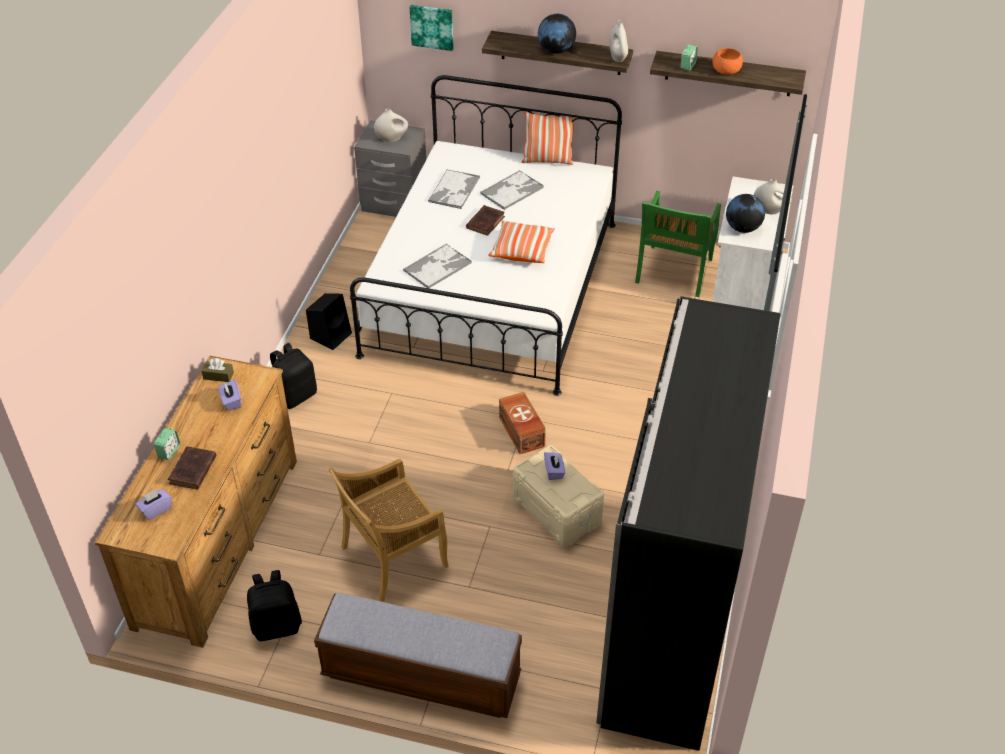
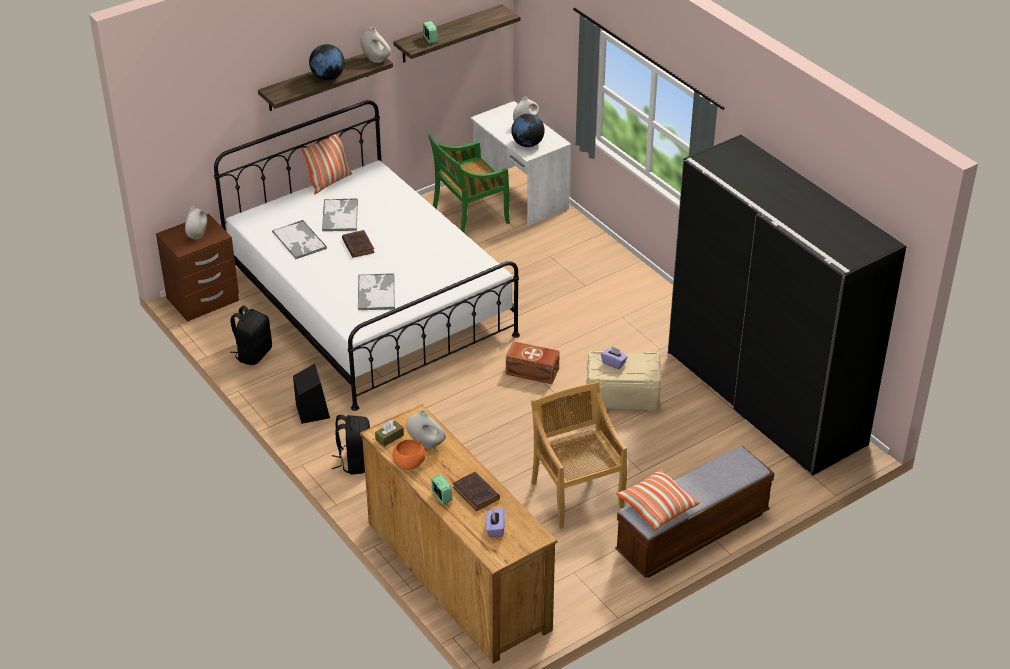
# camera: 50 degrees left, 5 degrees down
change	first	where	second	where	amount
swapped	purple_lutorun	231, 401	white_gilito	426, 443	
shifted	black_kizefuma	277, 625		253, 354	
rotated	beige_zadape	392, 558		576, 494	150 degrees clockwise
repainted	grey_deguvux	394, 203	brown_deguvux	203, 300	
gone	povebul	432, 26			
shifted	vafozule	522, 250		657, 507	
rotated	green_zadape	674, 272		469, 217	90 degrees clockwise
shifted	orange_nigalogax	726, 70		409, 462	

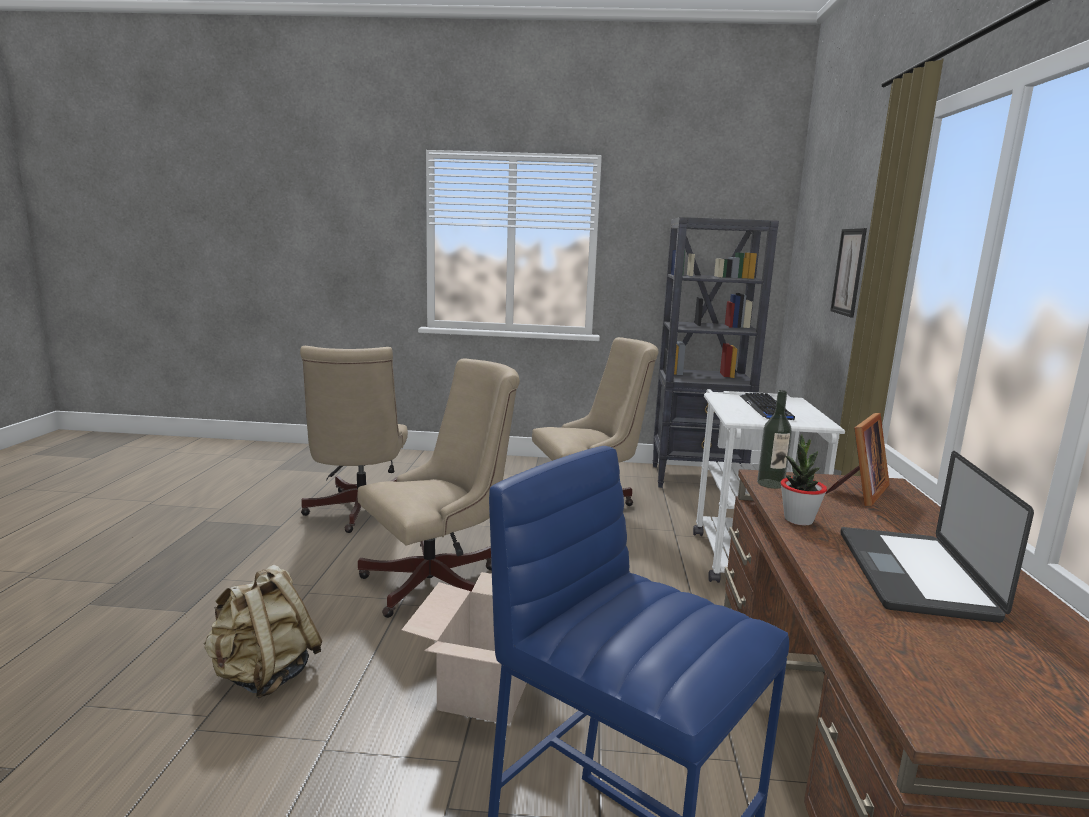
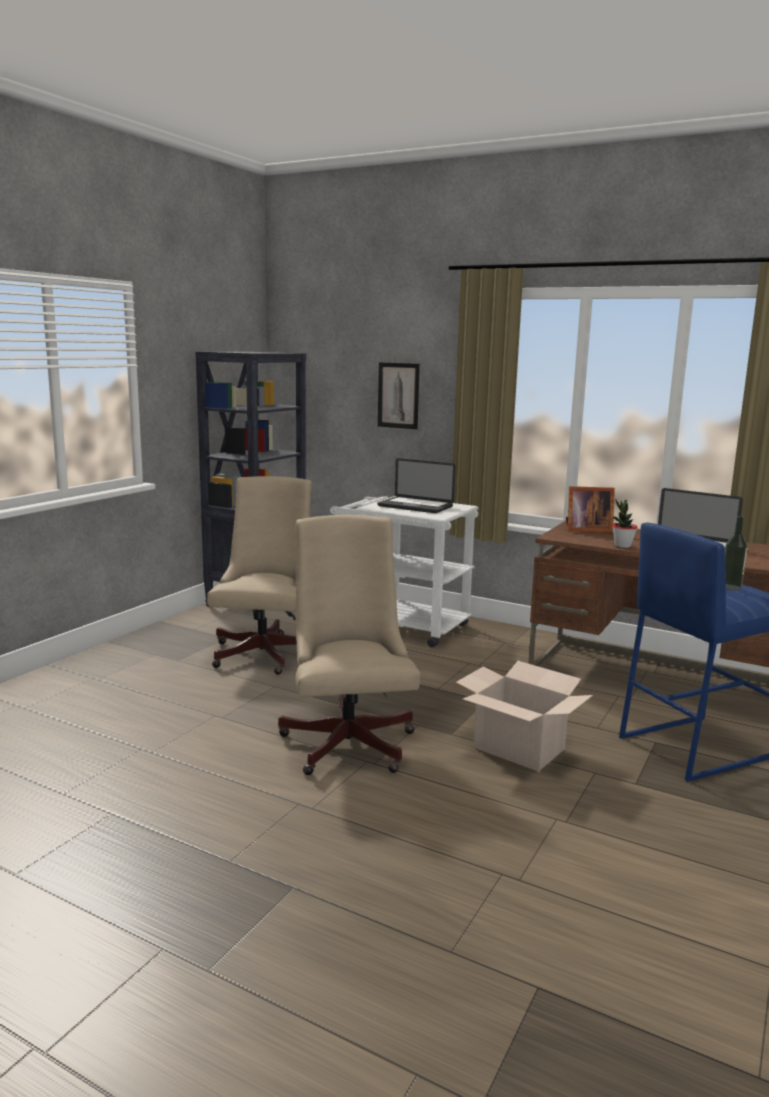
# camera: 65 degrees left, 0 degrees up
change	first	where	second	where	amount
gone	beige_kizefuma	264, 675			
gone	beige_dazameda	359, 513			
swapped	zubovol	766, 408	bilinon	415, 506	
shifted	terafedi	770, 484		730, 587	
rotated	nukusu	858, 492		586, 530	120 degrees clockwise

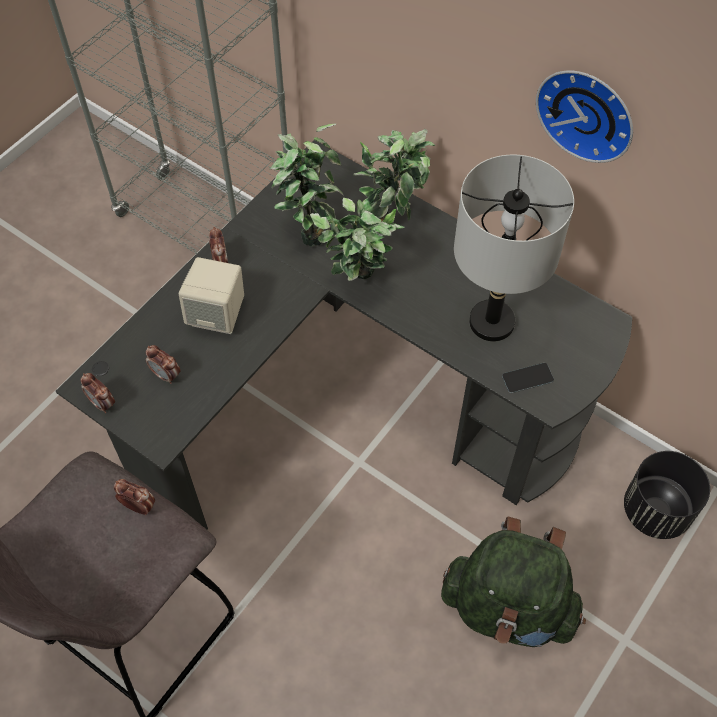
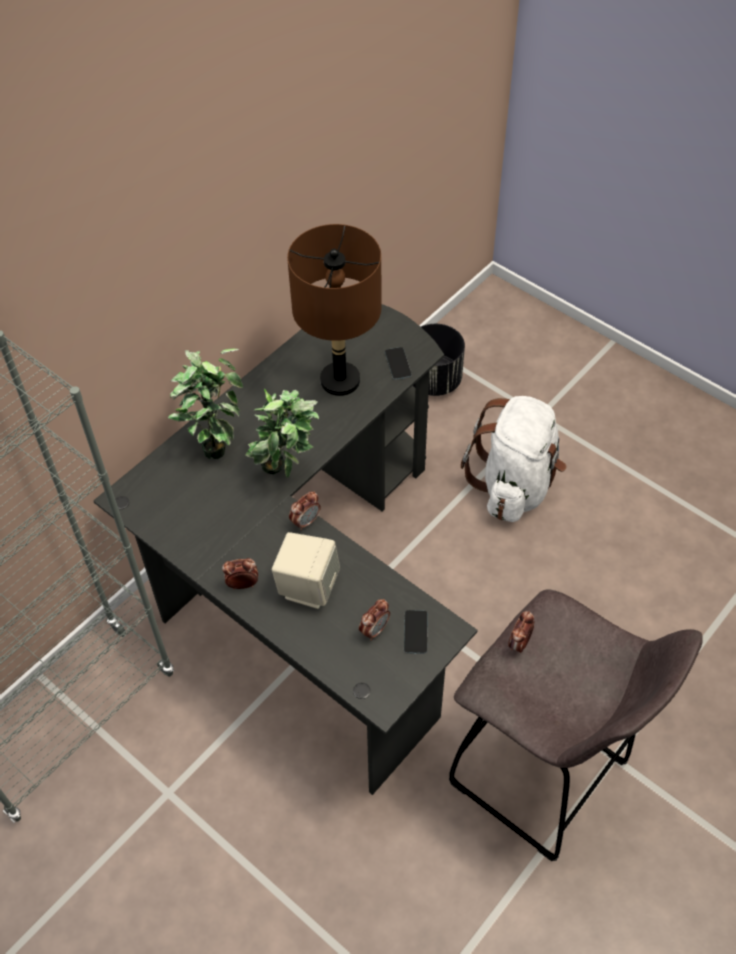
# camera: 85 degrees left, 5 degrees down
change	first	where	second	where	amount
shifted	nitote	102, 403		306, 521	
gone	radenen	308, 229			
repainted	green_kizefuma	508, 607	white_kizefuma	514, 485	
repainted	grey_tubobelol	491, 323	brown_tubobelol	340, 381	
gone	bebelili	588, 112			
new			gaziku	415, 632	

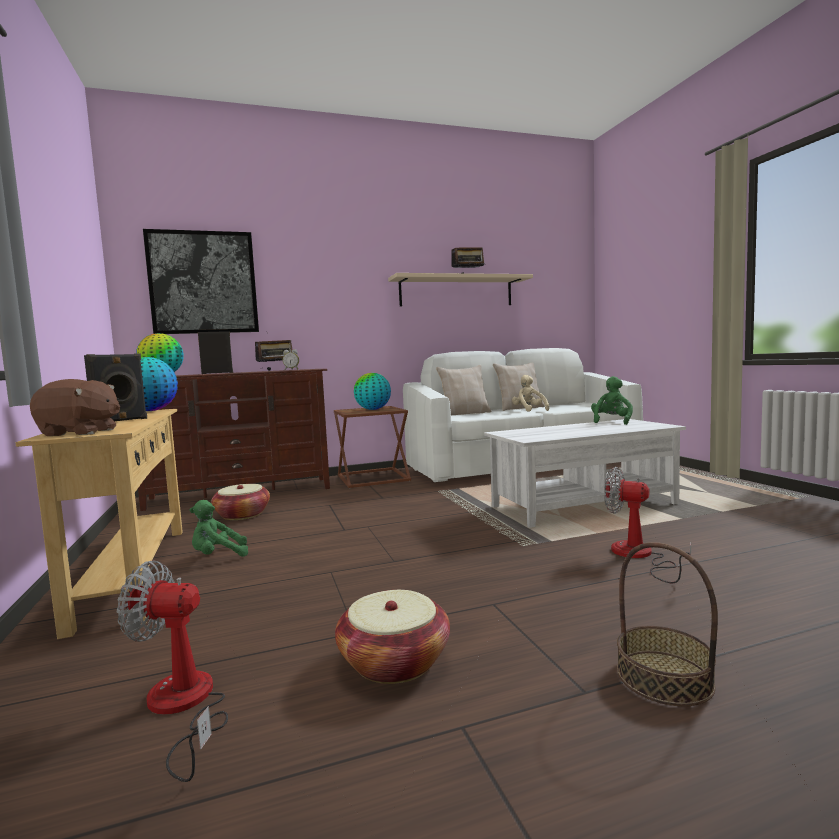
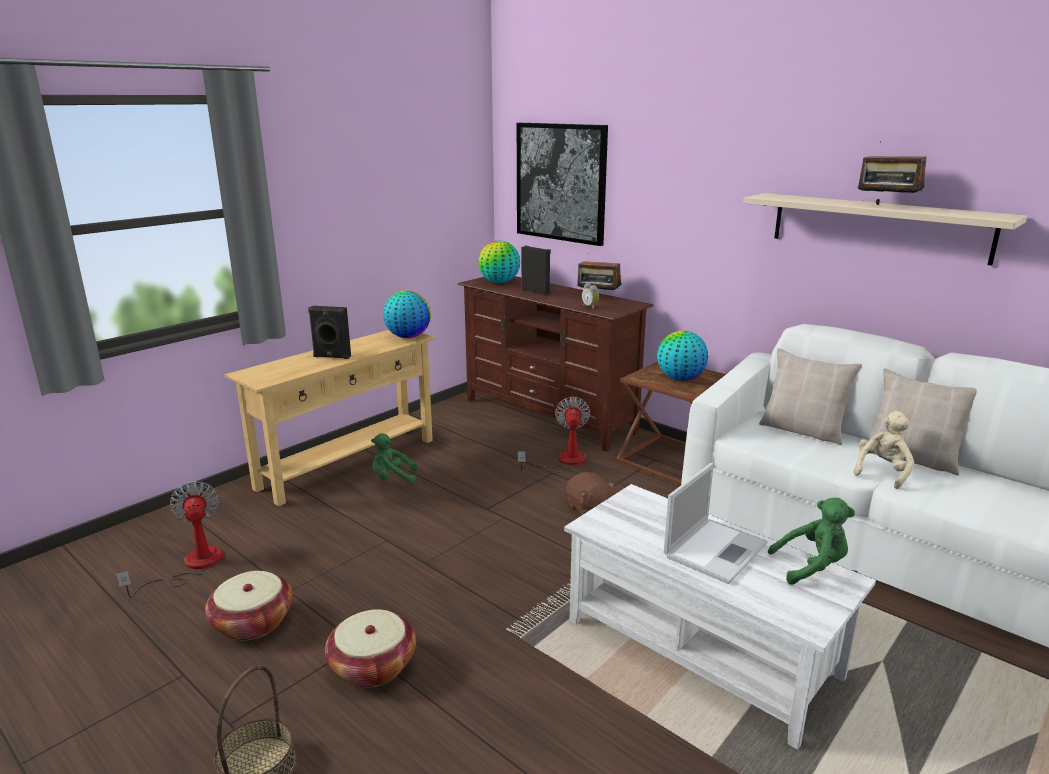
# camera: 60 degrees right, 15 degrees up
change	first	where	second	where	amount
shifted	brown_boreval	80, 433		588, 508	
rotated	green_boreval	218, 556		392, 478	45 degrees counterclockwise
shifted	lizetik	242, 515		373, 666	
shifted	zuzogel	639, 556		563, 461	
new			bilinon	716, 549	

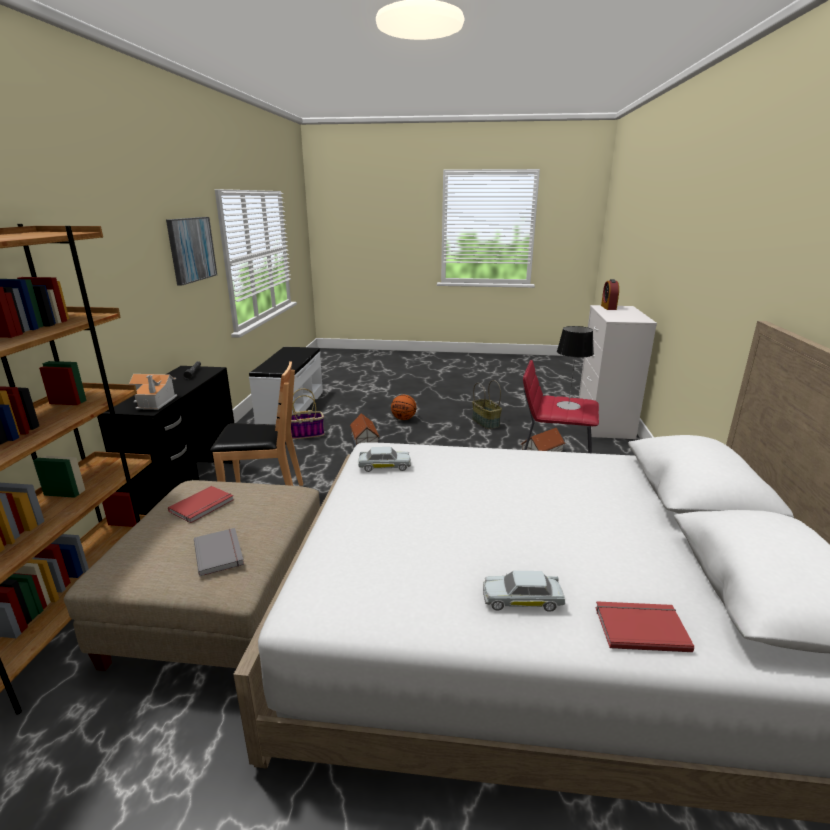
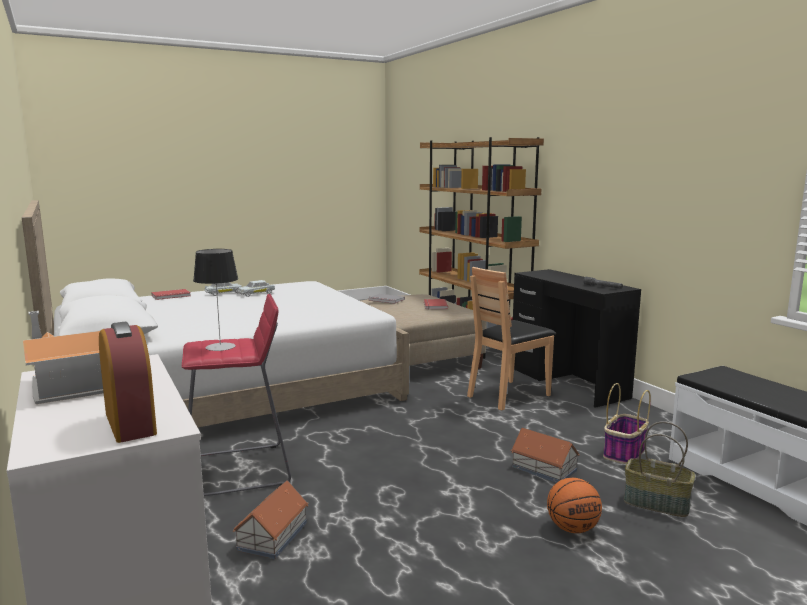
# camera: 145 degrees right, 10 degrees down
change	first	where	second	where	amount
shifted	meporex	155, 401		68, 386	
gone	povebul	191, 249			
shifted	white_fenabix	384, 466		256, 293	
shifted	lizetik	486, 422		655, 504	

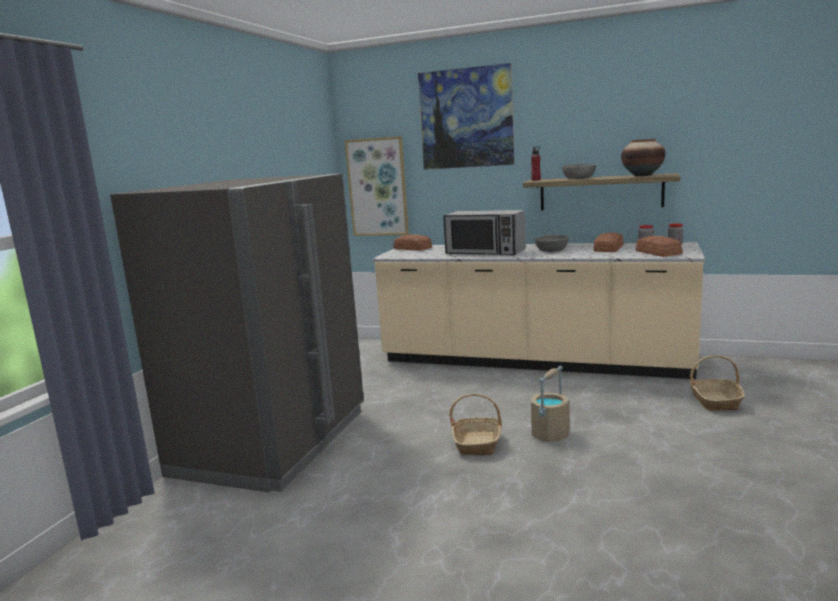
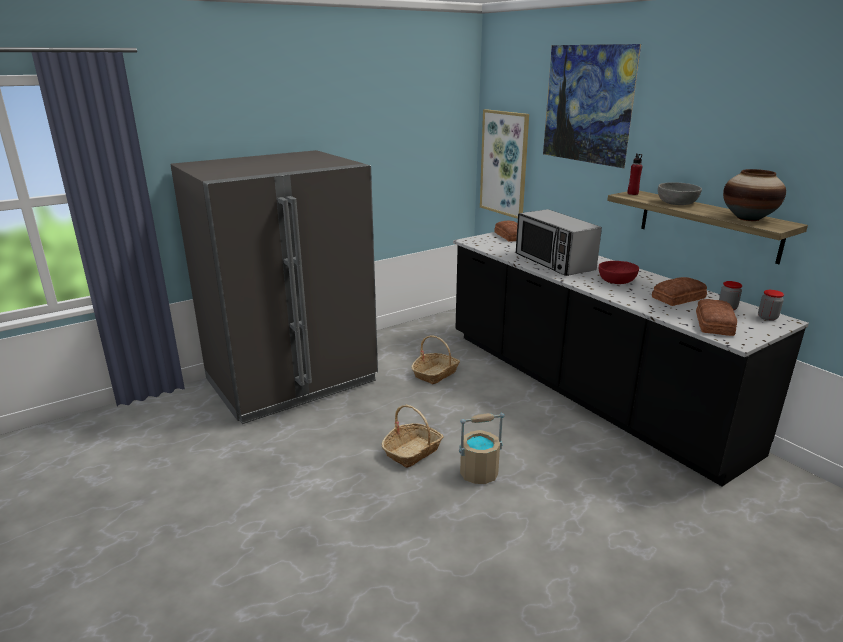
# camera: 35 degrees right, 10 degrees up
change	first	where	second	where	amount
repainted	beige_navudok	533, 361	black_navudok	584, 389	
repainted	grey_nigalogax	551, 250	red_nigalogax	616, 281	
shifted	lizetik	714, 401		435, 374	

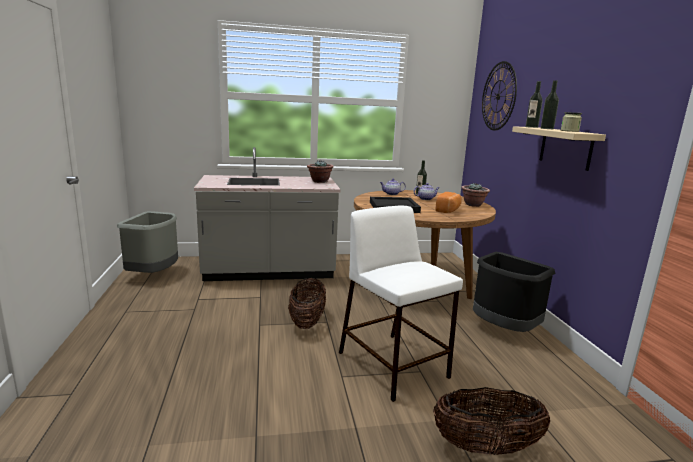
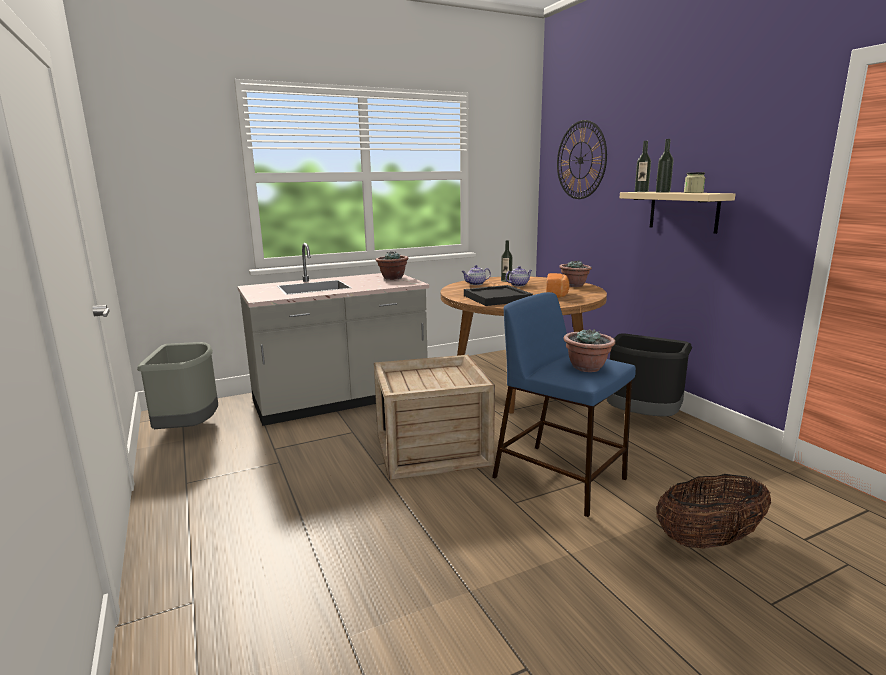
# camera: 15 degrees left, 0 degrees up
change	first	where	second	where	amount
swapped	lizetik	307, 321	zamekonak	430, 449	
repainted	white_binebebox	394, 365	blue_binebebox	561, 478	
new			radenen	587, 367	

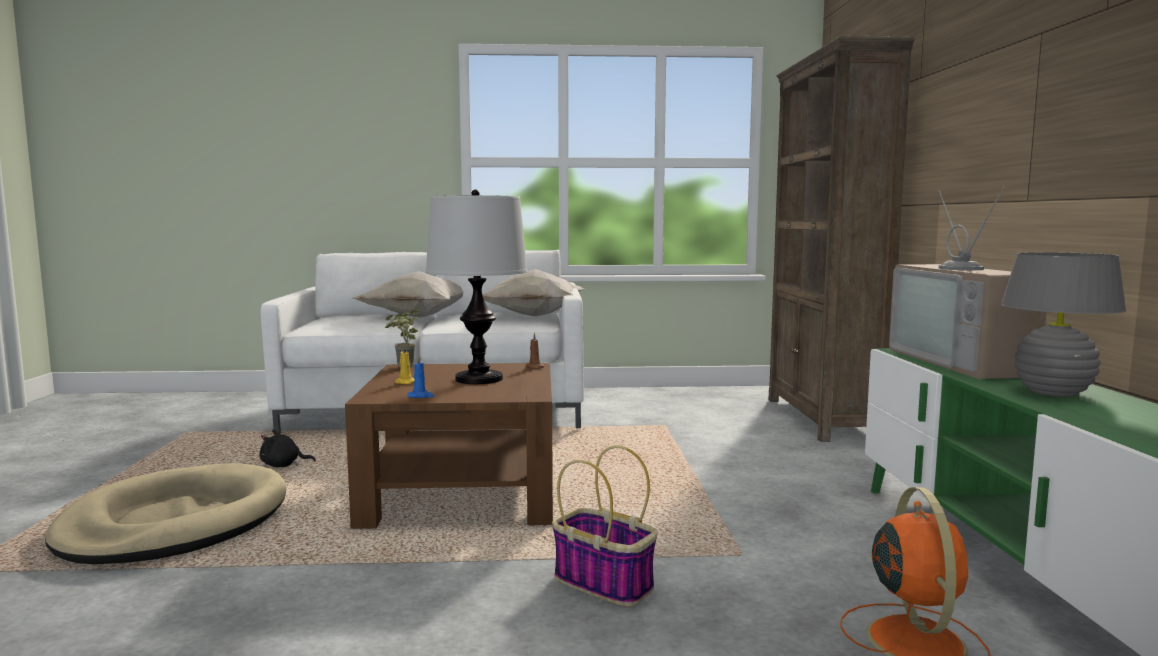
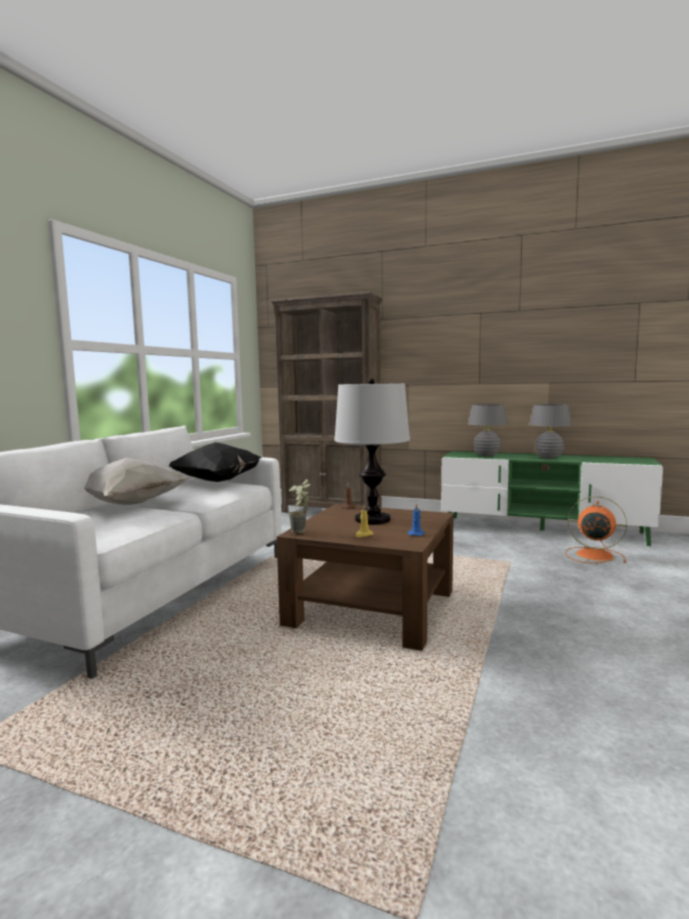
# camera: 65 degrees left, 0 degrees up
change	first	where	second	where	amount
gone	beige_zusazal	175, 522			
gone	black_boreval	283, 465			
repainted	white_vafozule	532, 316	black_vafozule	215, 482	
gone	lizetik	605, 583			
swapped	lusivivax	965, 362	grey_tubobelol	486, 455	

